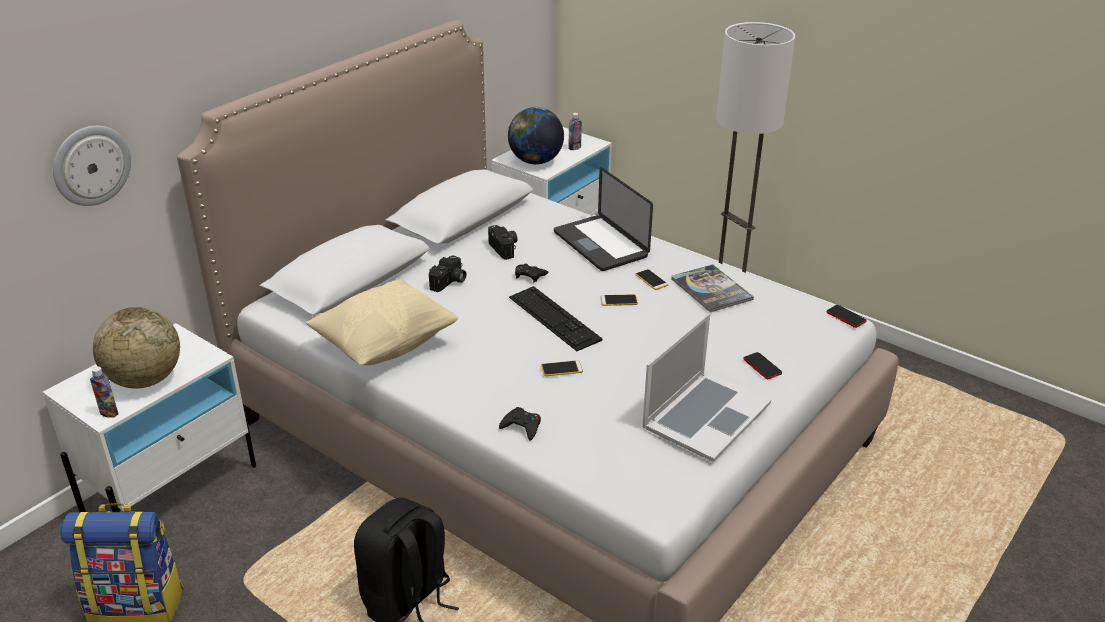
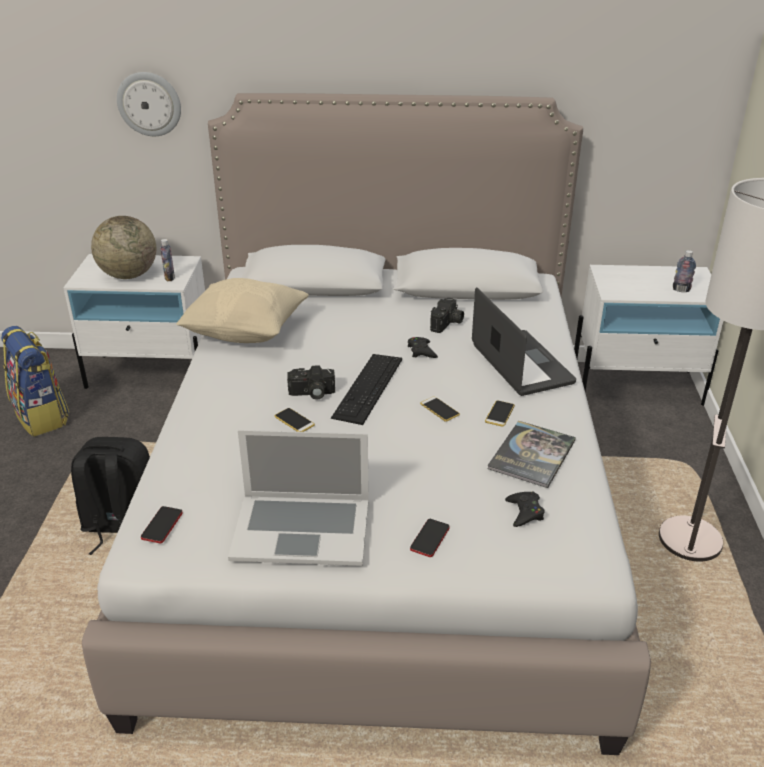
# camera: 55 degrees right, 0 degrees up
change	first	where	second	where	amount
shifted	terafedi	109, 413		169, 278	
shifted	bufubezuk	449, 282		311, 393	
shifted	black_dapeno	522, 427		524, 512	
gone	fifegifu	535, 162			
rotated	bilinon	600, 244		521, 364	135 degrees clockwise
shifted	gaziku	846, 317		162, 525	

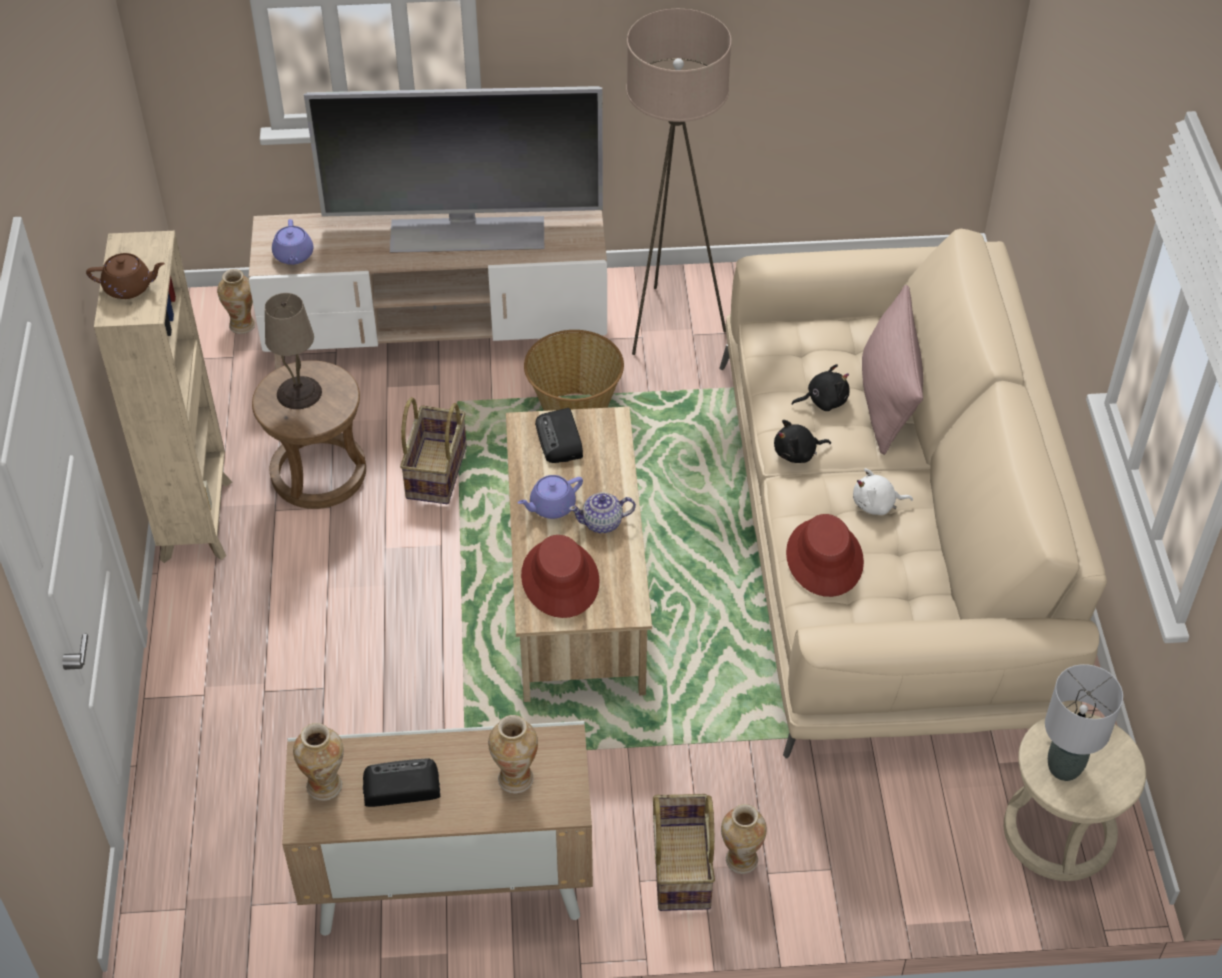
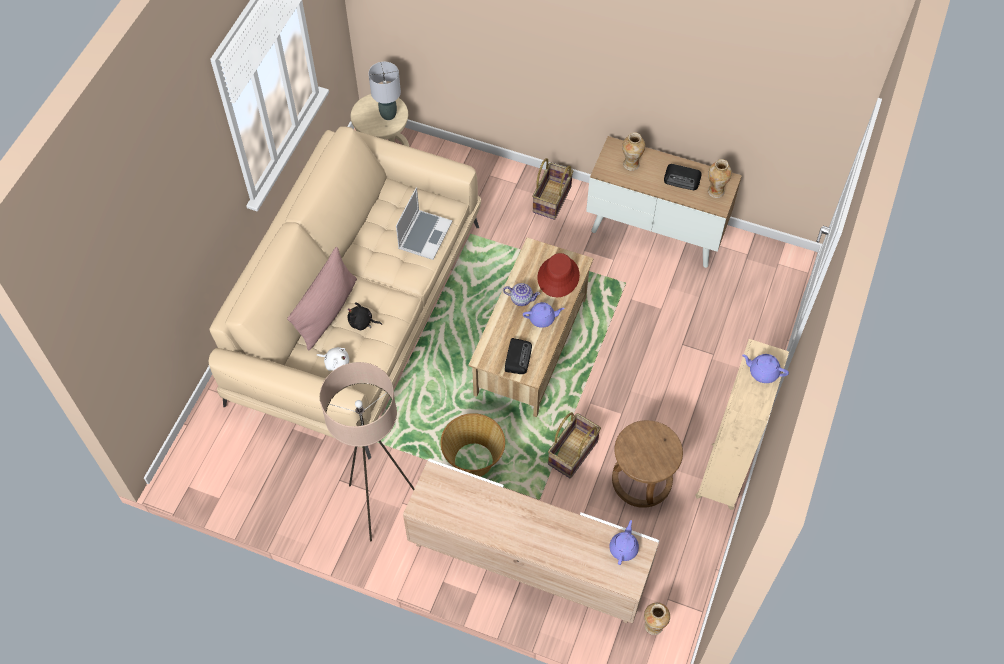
# camera: 155 degrees left, 10 degrees up
change	first	where	second	where	amount
repainted	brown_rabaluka	129, 287	purple_rabaluka	762, 372	
gone	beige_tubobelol	300, 393			
gone	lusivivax	467, 232			
gone	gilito	740, 859			
gone	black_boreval	797, 453			
swapped	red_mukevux	825, 558	bilinon	424, 235	
shifted	white_boreval	876, 504		335, 362	

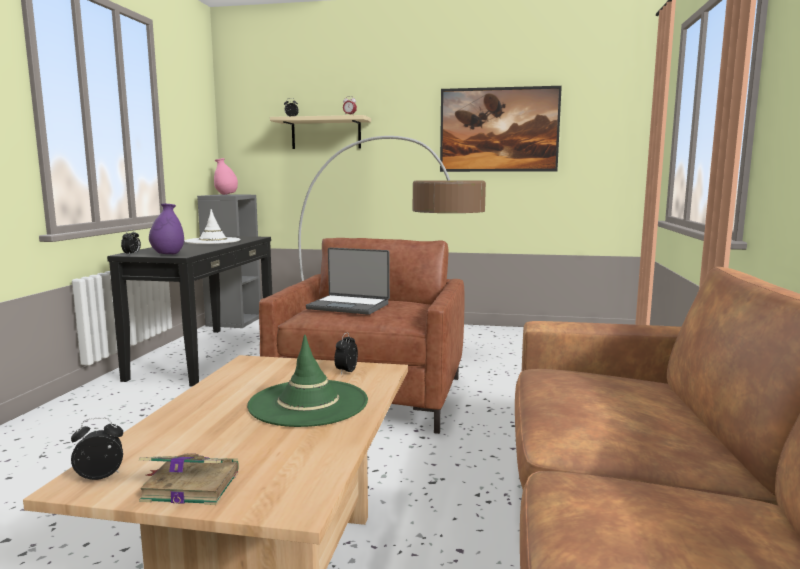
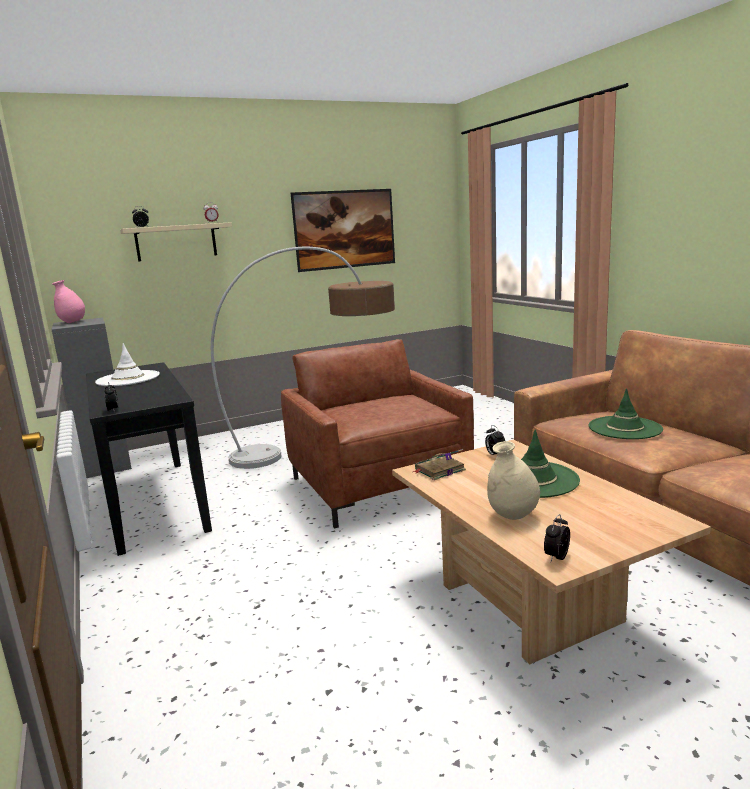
# camera: 35 degrees left, 5 degrees up
change	first	where	second	where	amount
shifted	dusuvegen	189, 486		439, 470	
gone	purple_gilito	168, 254			
gone	bilinon	349, 306			
new			beige_gilito	513, 516	
new			green_mukevux	625, 428	

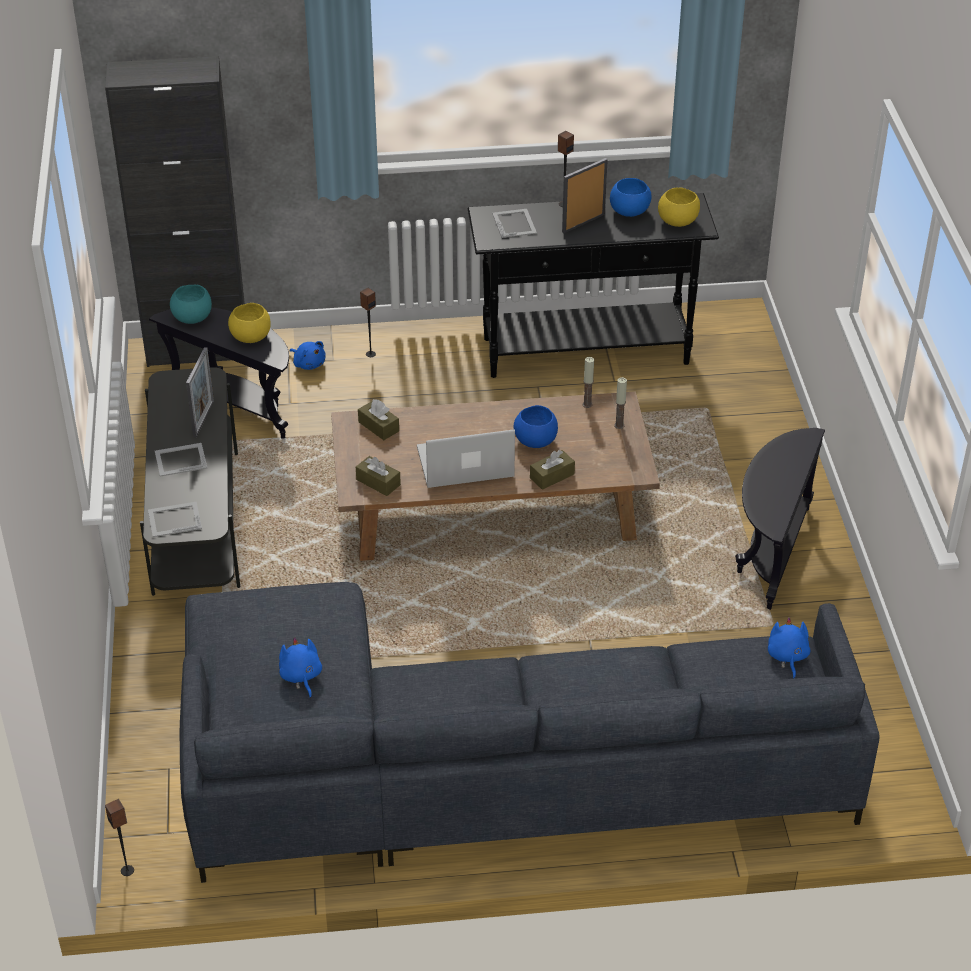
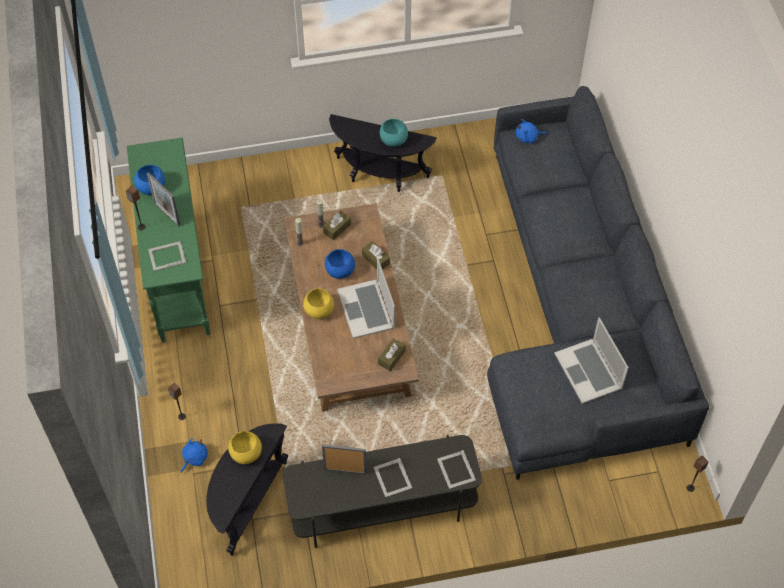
# camera: 95 degrees left, 15 degrees up
change	first	where	second	where	amount
gone	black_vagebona	197, 349			
shifted	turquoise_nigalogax	193, 317		393, 139	
swapped	blue_boreval	301, 676	bilinon	589, 371	
shifted	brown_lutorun	378, 426		337, 228	
repainted	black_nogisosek	586, 351	green_nogisosek	178, 277	
shifted	yellow_nigalogax	678, 221		319, 310	

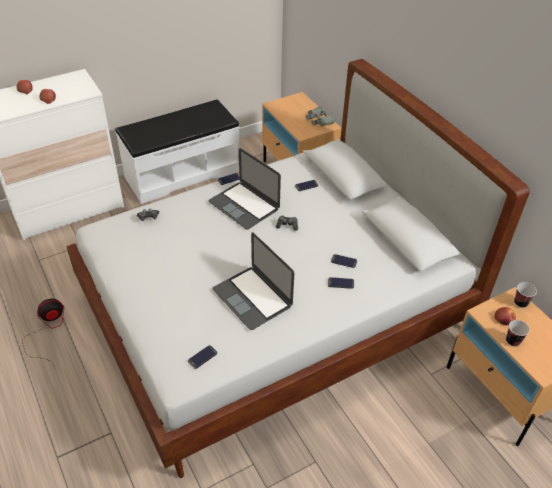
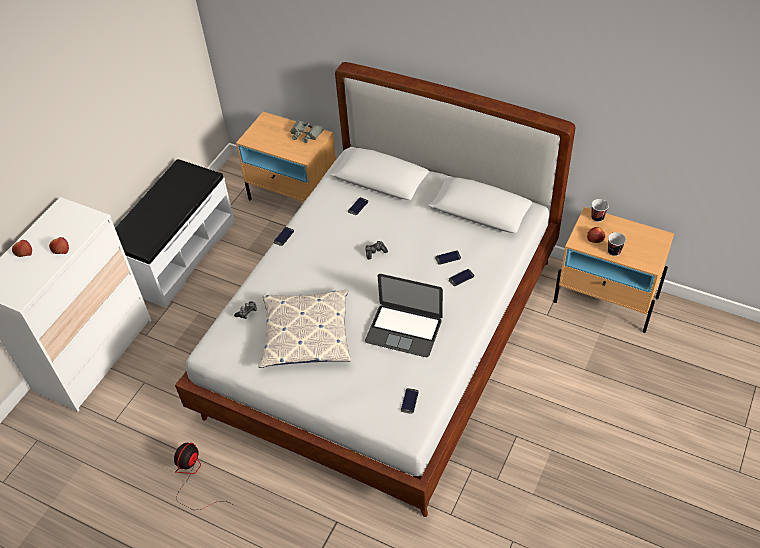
# camera: 30 degrees left, 5 degrees up
change	first	where	second	where	amount
gone	bilinon	244, 205			
new			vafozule	306, 334	

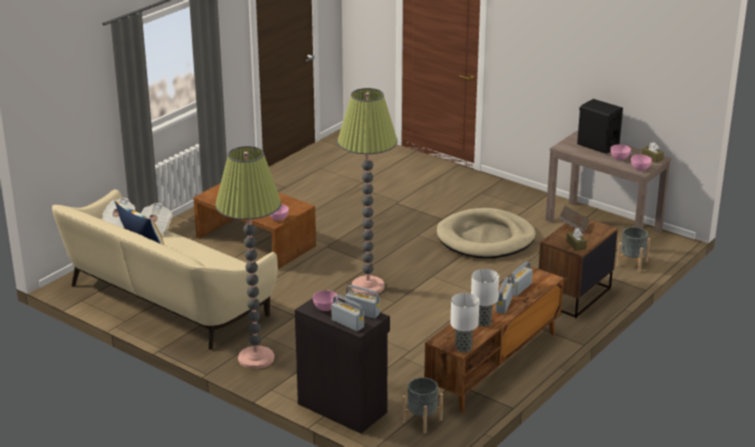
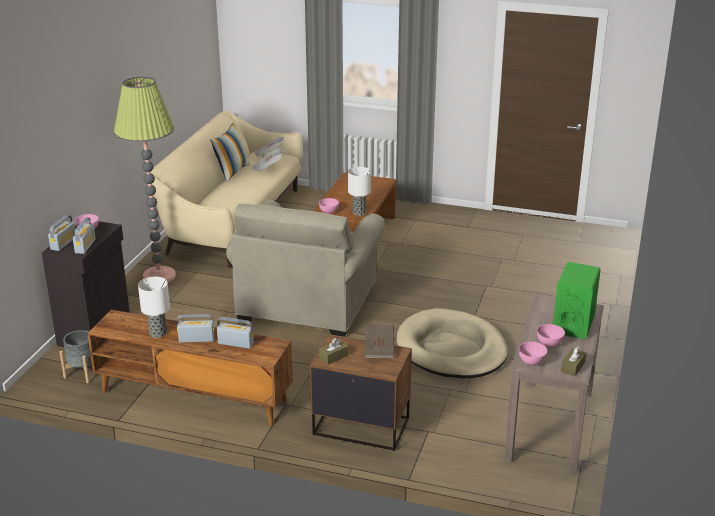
# camera: 70 degrees right, 0 degrees up
change	first	where	second	where	amount
swapped	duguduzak	368, 286	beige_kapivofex	307, 302	
shifted	tubobelol	463, 348		359, 212	
repainted	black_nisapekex	597, 145	green_nisapekex	573, 324	
gone	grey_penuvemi	632, 263			

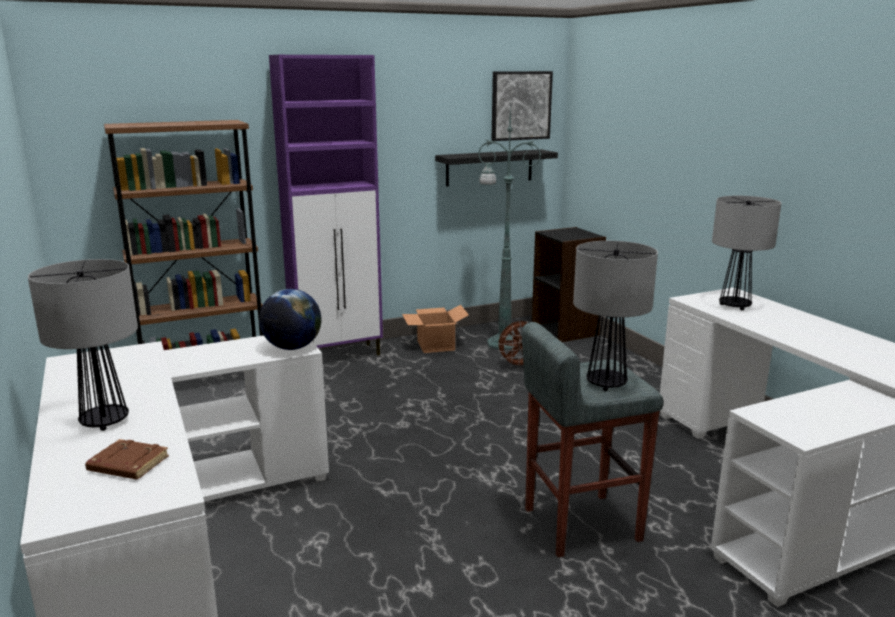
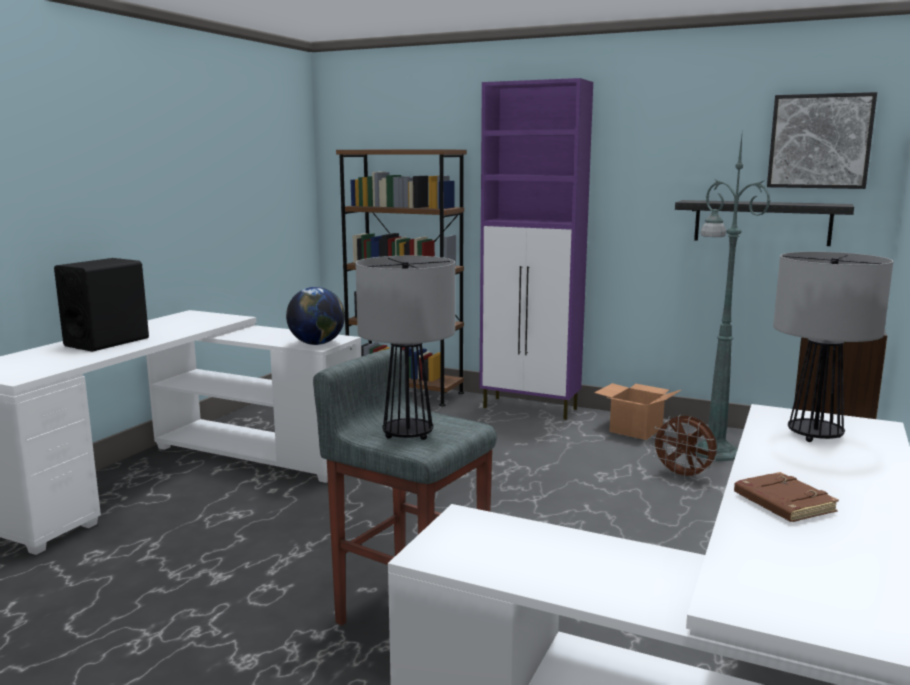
# camera: 50 degrees right, 5 degrees down
change	first	where	second	where	amount
swapped	tubobelol	105, 421	black_nisapekex	107, 342	
shifted	brown_dusuvegen	127, 465		782, 503	

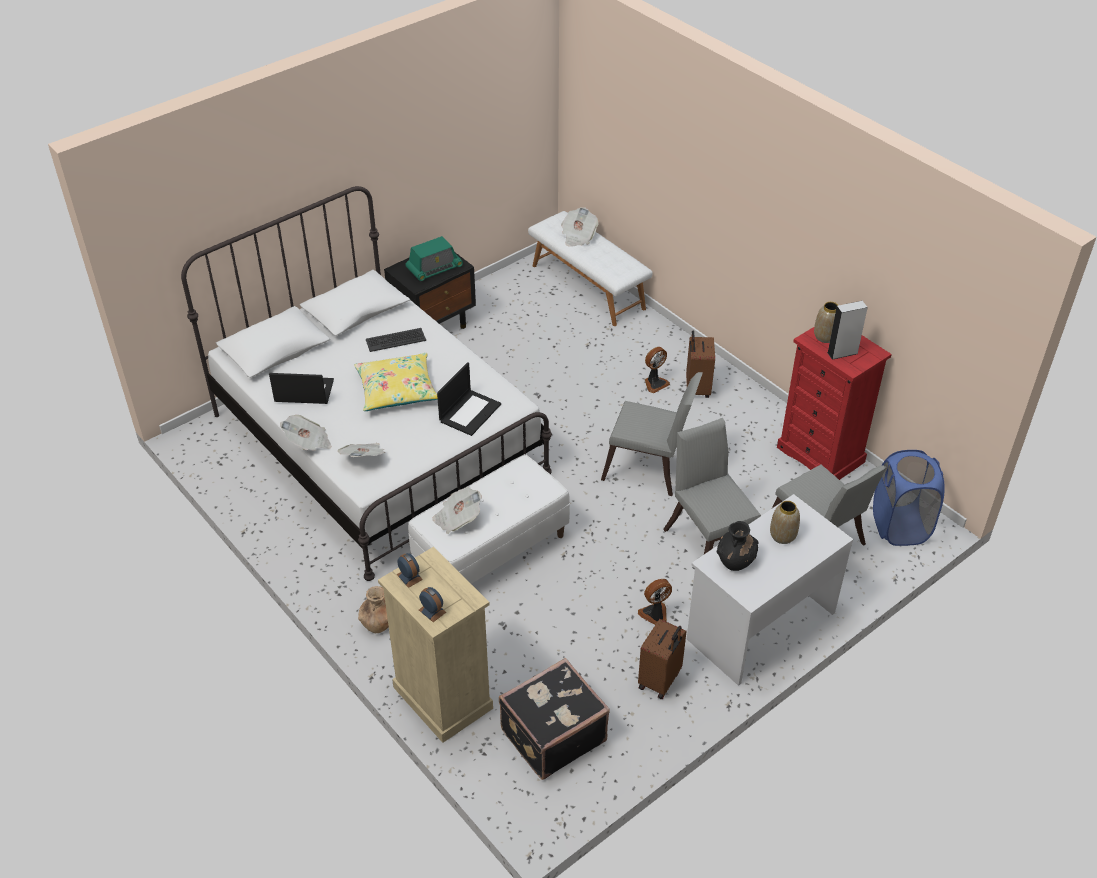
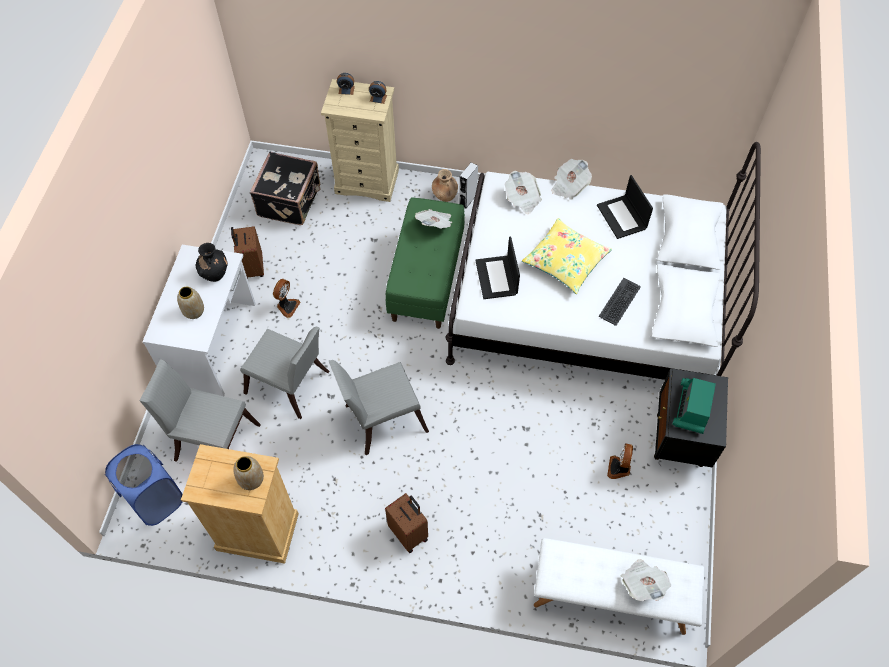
# camera: 140 degrees right, 15 degrees up
change	first	where	second	where	amount
rotated	bilinon	303, 391		622, 217	105 degrees clockwise
repainted	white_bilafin	491, 551	green_bilafin	427, 279	
shifted	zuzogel	655, 383		619, 468	
repainted	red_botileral	821, 455	beige_botileral	257, 532	
shifted	grey_nisapekex	842, 353		468, 199	

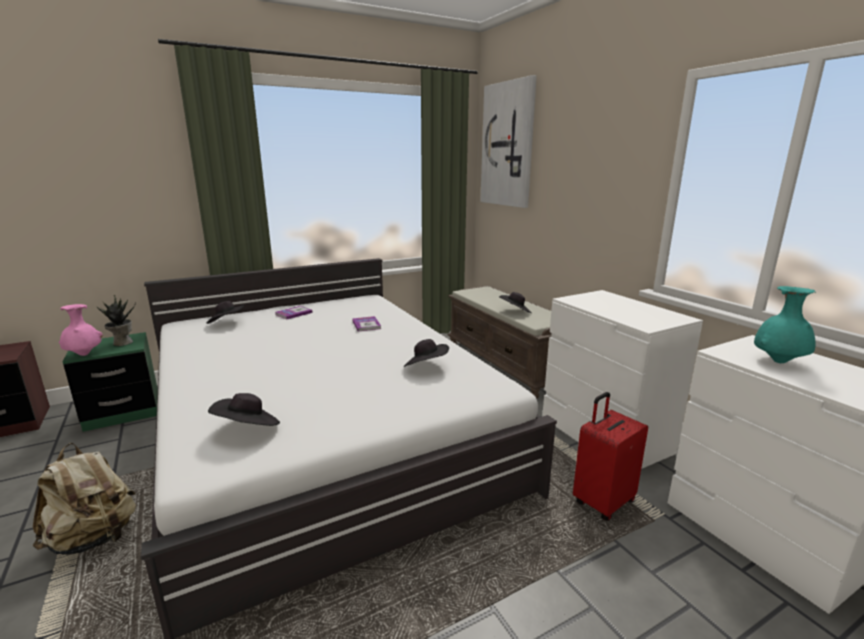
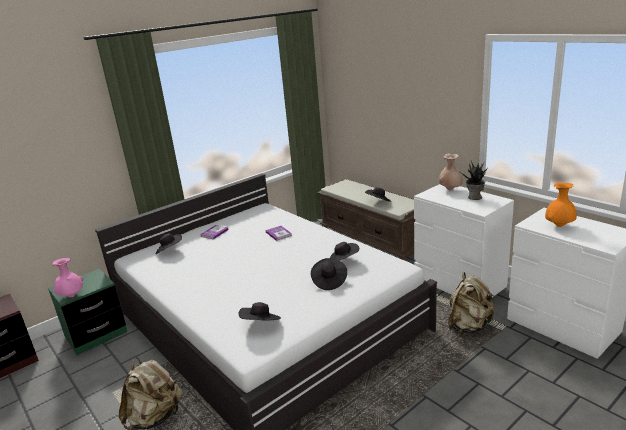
# camera: 10 degrees left, 5 degrees up
change	first	where	second	where	amount
shifted	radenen	122, 343		474, 197	
gone	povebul	508, 145			
swapped	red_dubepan	602, 501	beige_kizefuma	468, 326	
repainted	turquoise_gilito	778, 362	orange_gilito	559, 226	
new			black_mukevux	329, 281	
new			beige_gilito	450, 189	

